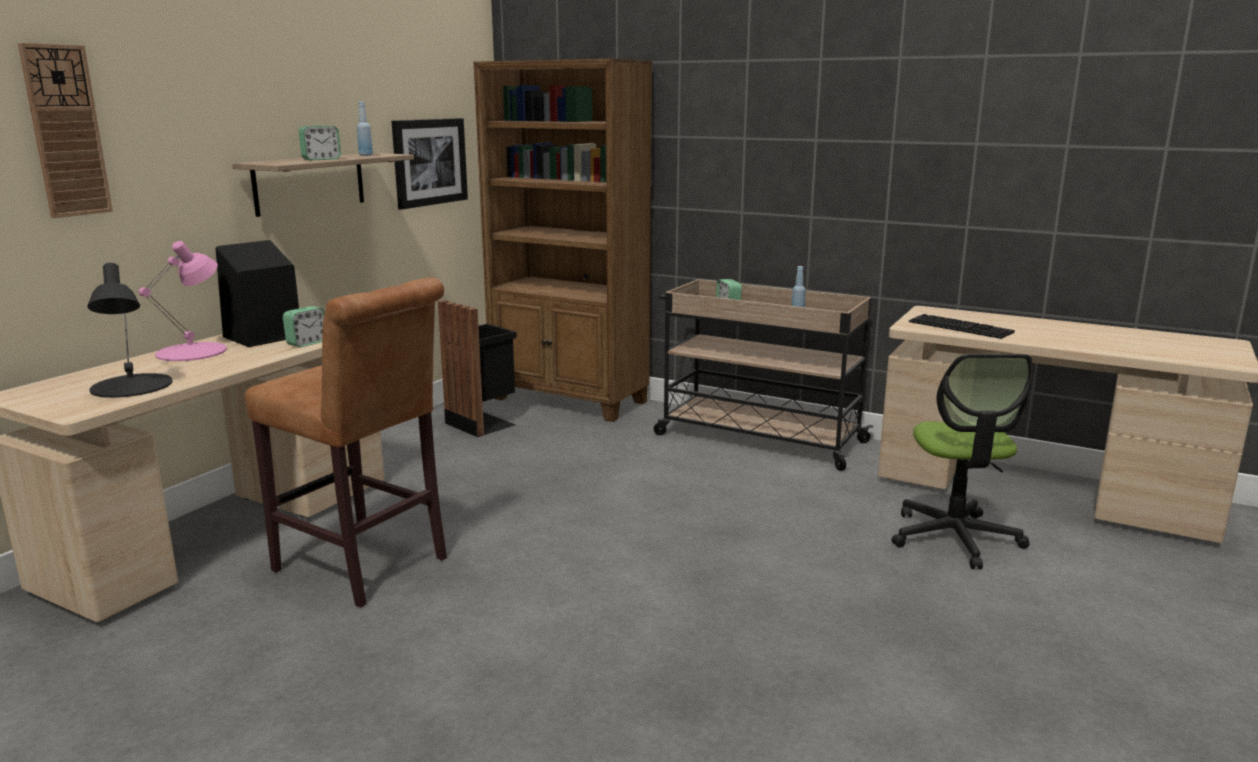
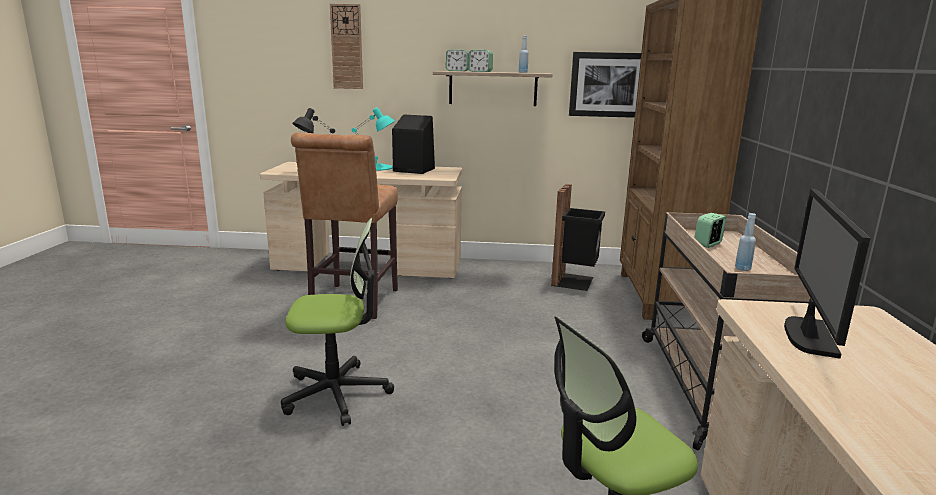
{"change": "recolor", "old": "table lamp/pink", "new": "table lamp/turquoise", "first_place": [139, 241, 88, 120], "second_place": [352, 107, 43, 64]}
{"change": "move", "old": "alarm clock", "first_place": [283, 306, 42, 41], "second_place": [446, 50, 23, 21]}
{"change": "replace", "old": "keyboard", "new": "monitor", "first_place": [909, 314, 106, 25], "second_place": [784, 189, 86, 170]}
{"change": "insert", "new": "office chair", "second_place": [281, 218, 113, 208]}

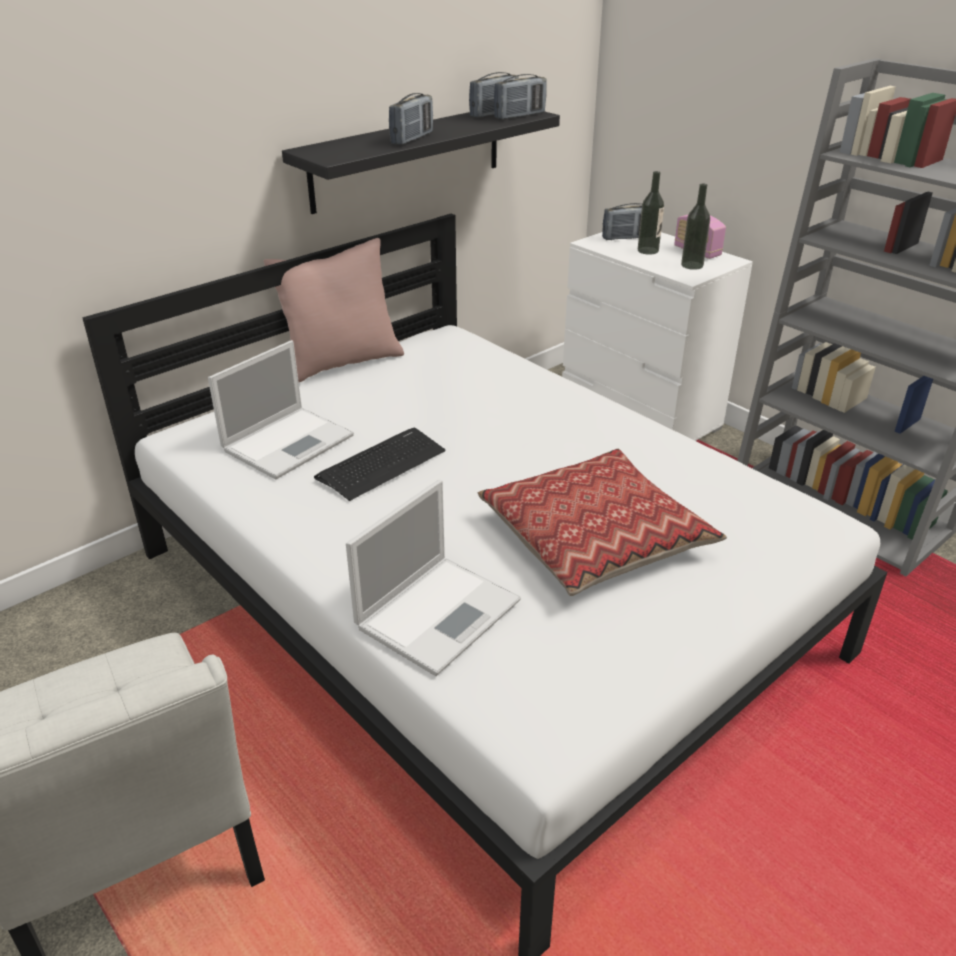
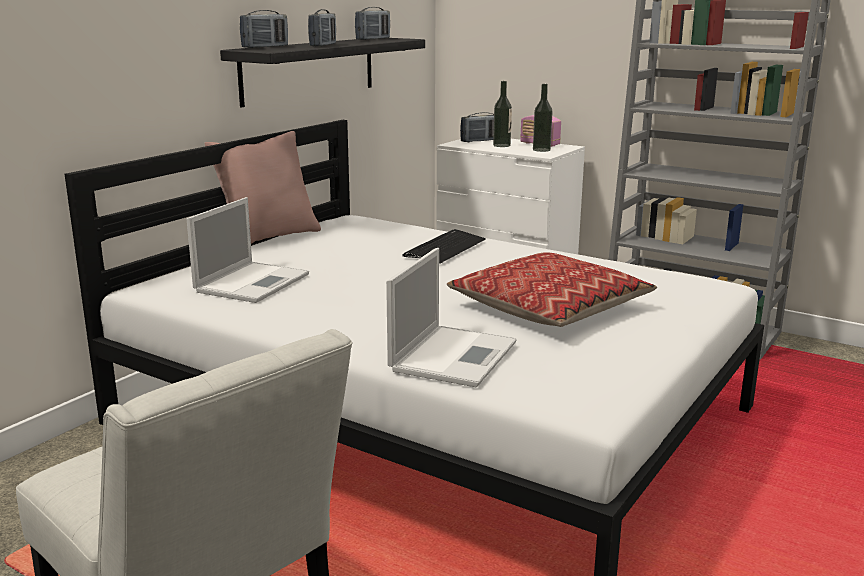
{"change": "move", "old": "keyboard", "first_place": [314, 427, 131, 74], "second_place": [402, 229, 84, 35]}
{"change": "move", "old": "radio", "first_place": [494, 74, 53, 45], "second_place": [240, 10, 48, 38]}

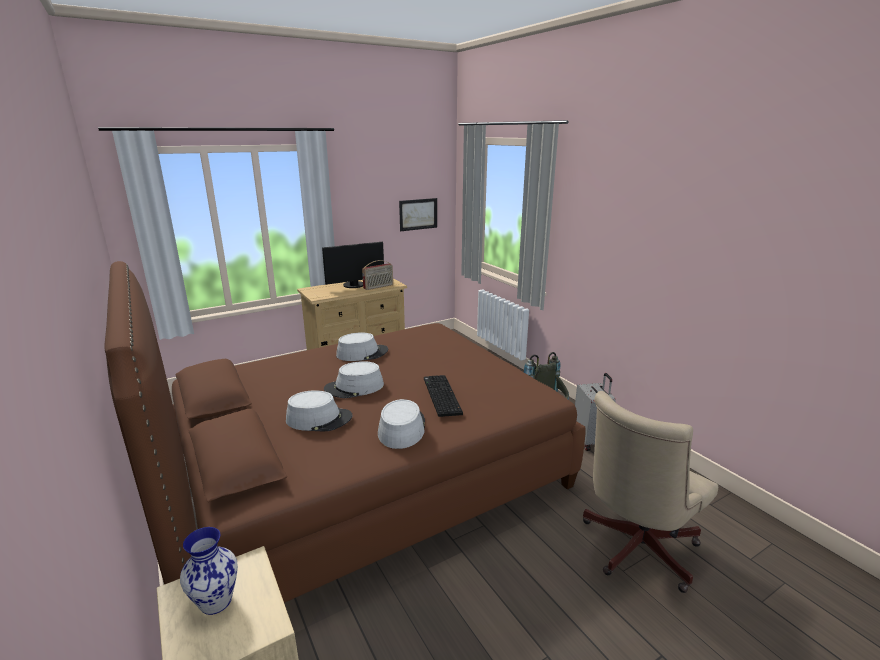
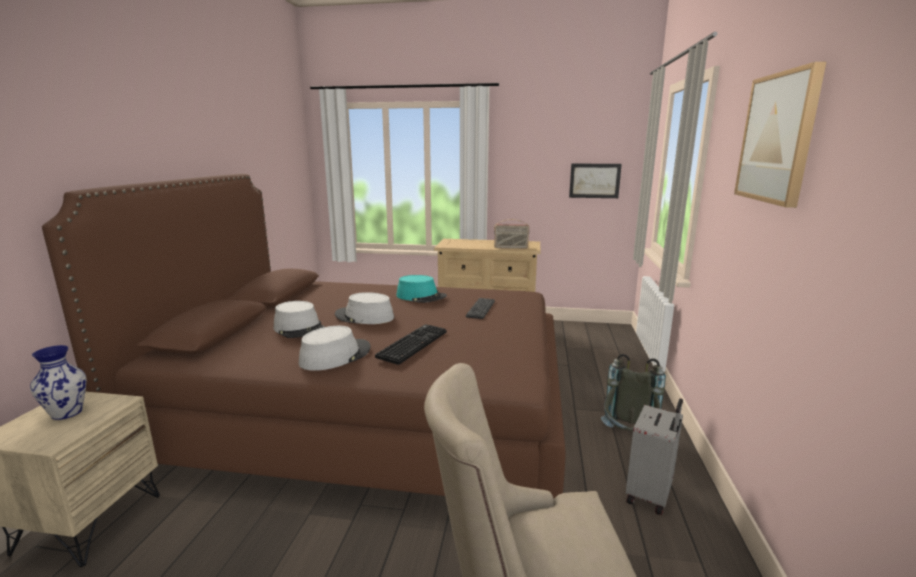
{"change": "delete", "old": "monitor", "first_place": [322, 242, 62, 46]}
{"change": "recolor", "old": "hat/grey", "new": "hat/turquoise", "first_place": [336, 332, 52, 29], "second_place": [396, 275, 51, 28]}
{"change": "insert", "new": "keyboard", "second_place": [466, 298, 29, 21]}
{"change": "insert", "new": "picture", "second_place": [734, 62, 92, 146]}

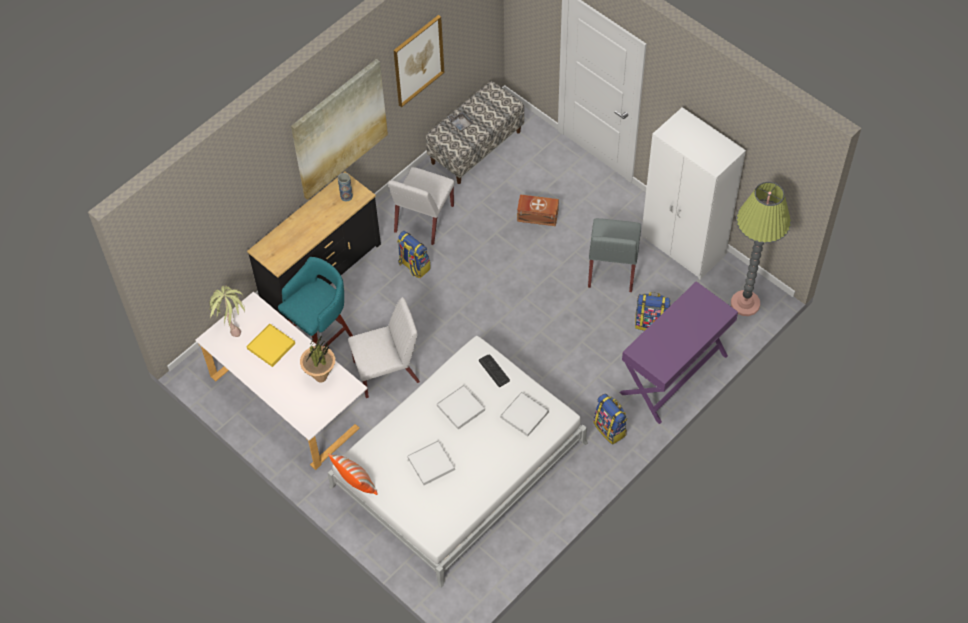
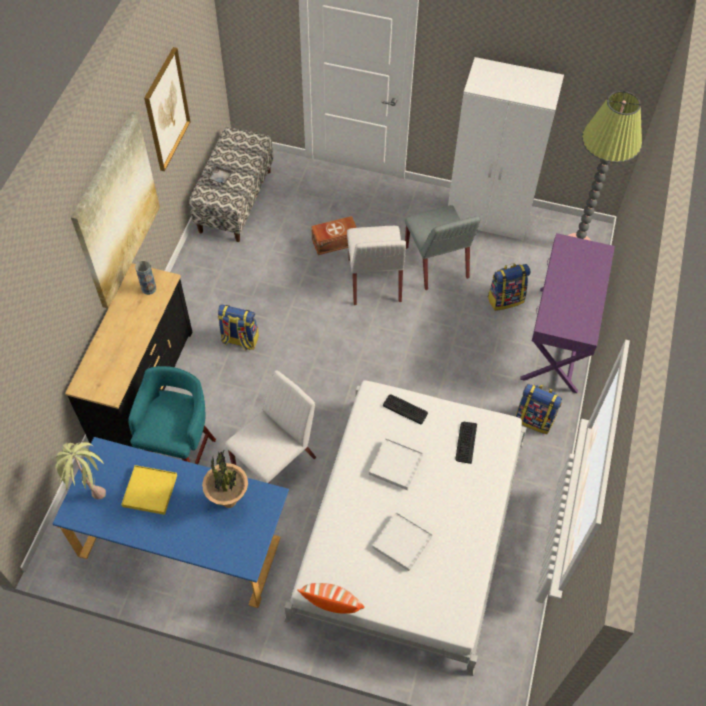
{"change": "recolor", "old": "desk/white", "new": "desk/blue", "first_place": [195, 292, 172, 178], "second_place": [52, 437, 237, 171]}
{"change": "move", "old": "chair/white", "first_place": [388, 167, 67, 78], "second_place": [347, 226, 59, 79]}
{"change": "replace", "old": "tray/white", "new": "keyboard", "first_place": [500, 391, 49, 46], "second_place": [455, 422, 22, 42]}

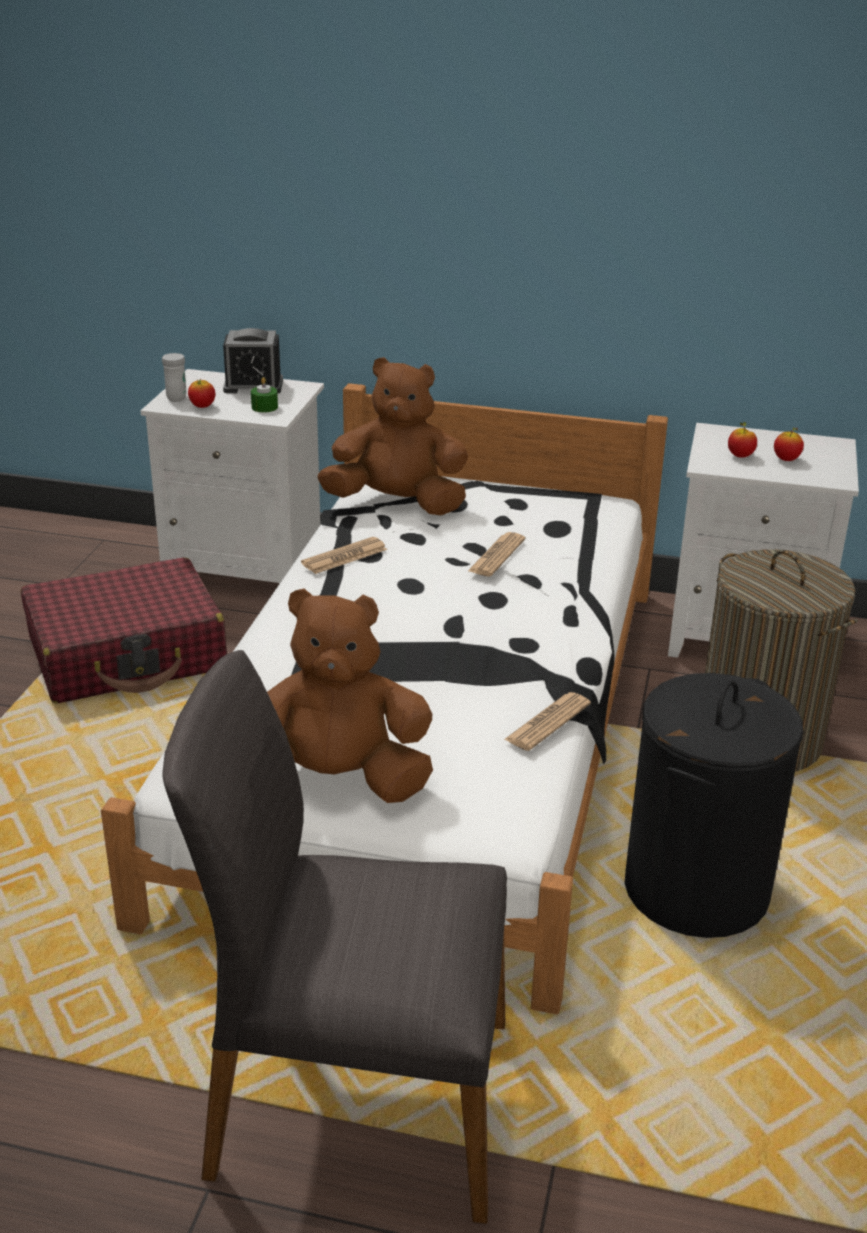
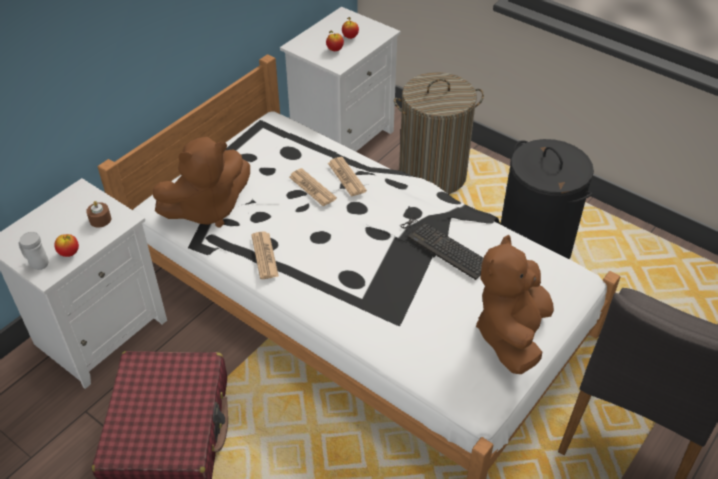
{"change": "delete", "old": "alarm clock", "first_place": [223, 328, 60, 66]}
{"change": "recolor", "old": "candle/green", "new": "candle/brown", "first_place": [251, 377, 27, 36], "second_place": [86, 201, 25, 27]}
{"change": "rotate", "old": "plush toy/brown", "first_place": [317, 357, 151, 158], "second_place": [153, 137, 97, 91], "degrees": -150}
{"change": "move", "old": "newspaper", "first_place": [504, 692, 87, 59], "second_place": [328, 157, 39, 40]}
{"change": "insert", "new": "keyboard", "second_place": [400, 206, 84, 74]}

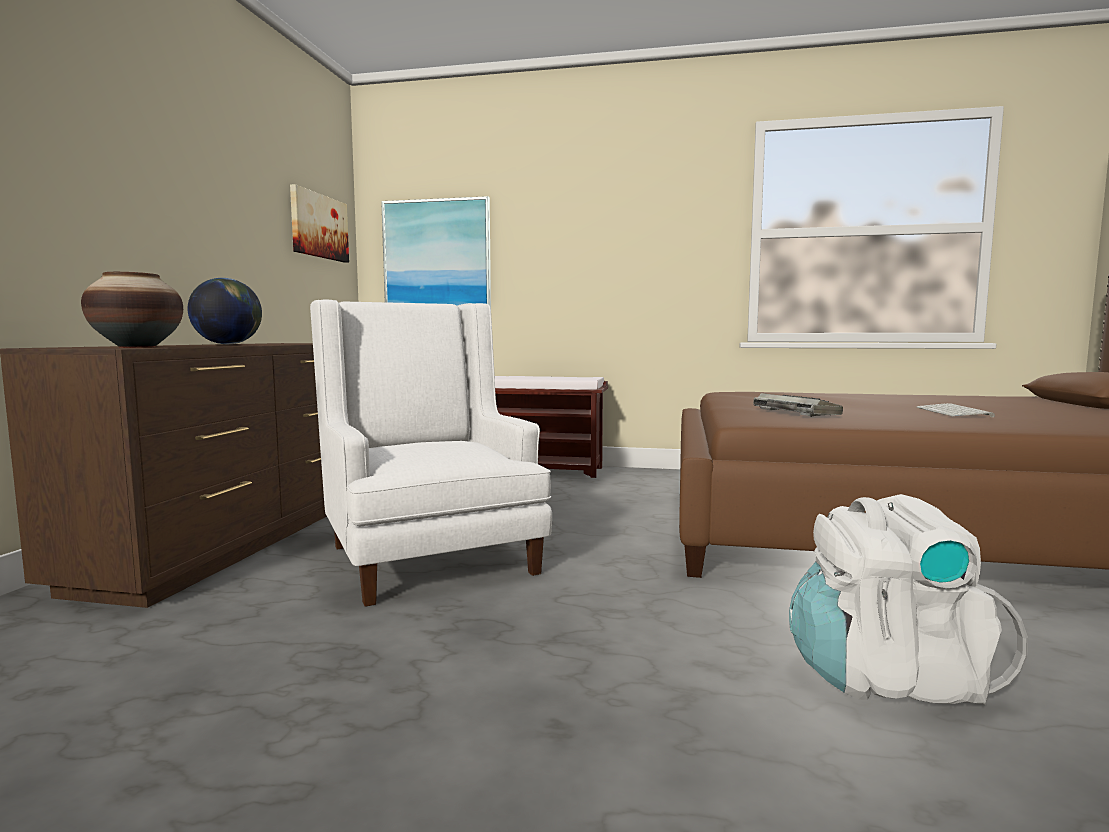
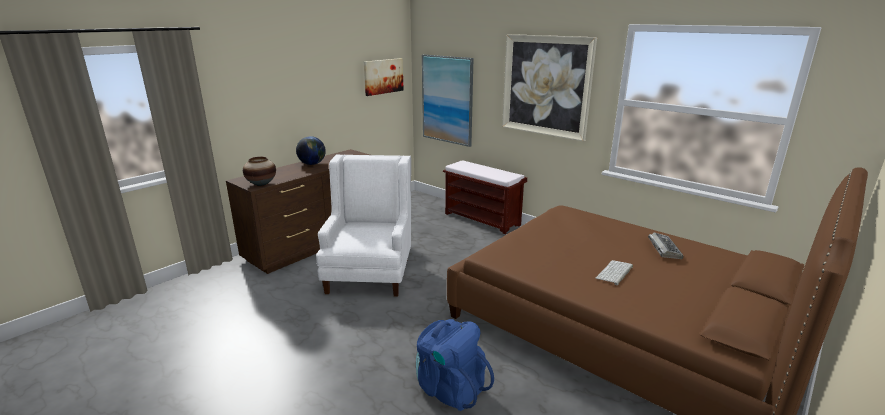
{"change": "move", "old": "keyboard", "first_place": [753, 393, 90, 24], "second_place": [648, 233, 36, 26]}
{"change": "recolor", "old": "backpack/white", "new": "backpack/blue", "first_place": [789, 494, 239, 211], "second_place": [416, 319, 78, 92]}
{"change": "insert", "new": "picture", "second_place": [502, 34, 95, 107]}

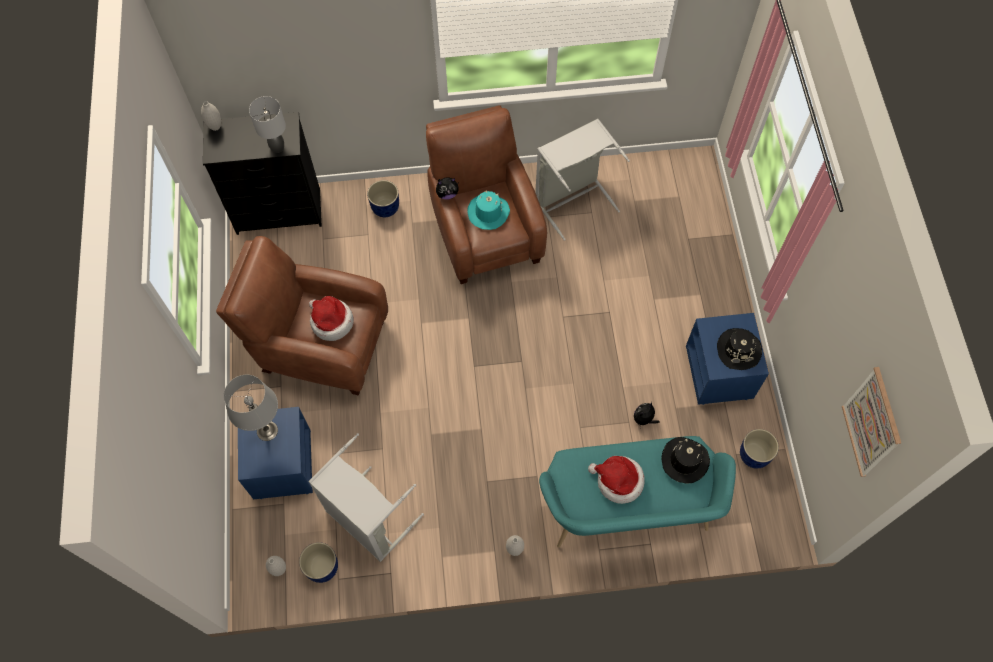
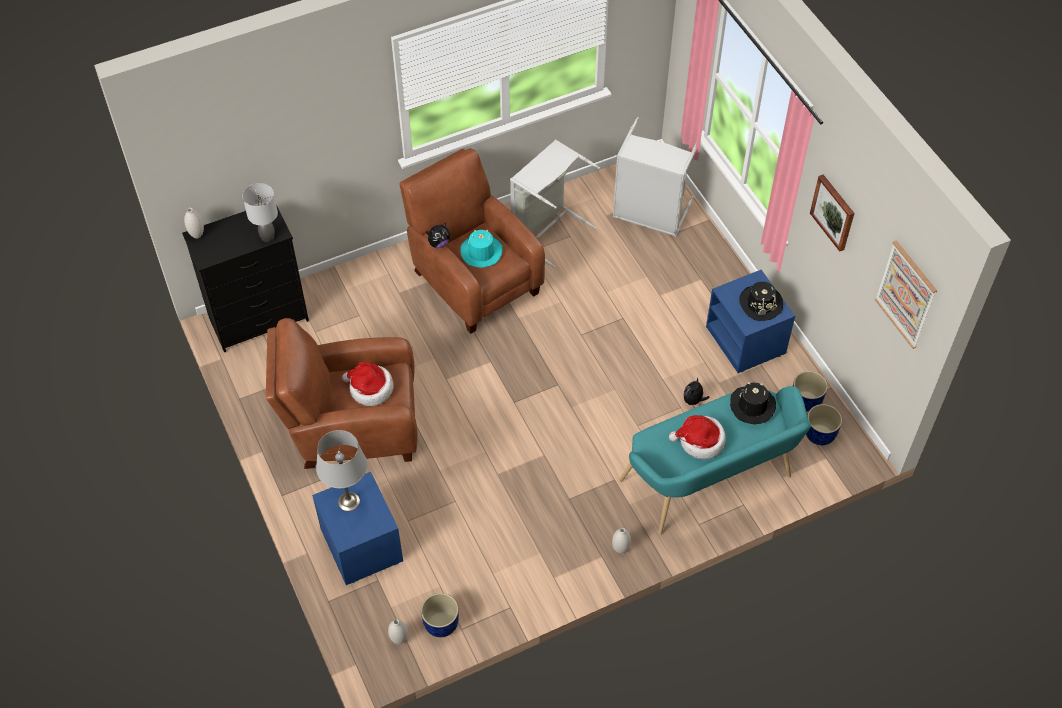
{"change": "move", "old": "laundry basket/grey", "first_place": [308, 433, 116, 129], "second_place": [613, 117, 84, 120]}
{"change": "move", "old": "planter/blue", "first_place": [367, 180, 32, 37], "second_place": [806, 404, 36, 41]}
{"change": "insert", "new": "picture", "second_place": [810, 175, 44, 77]}

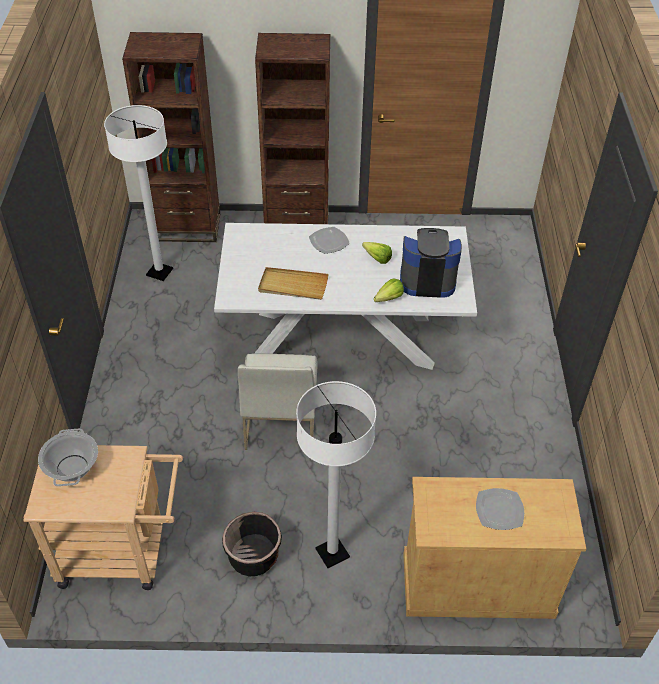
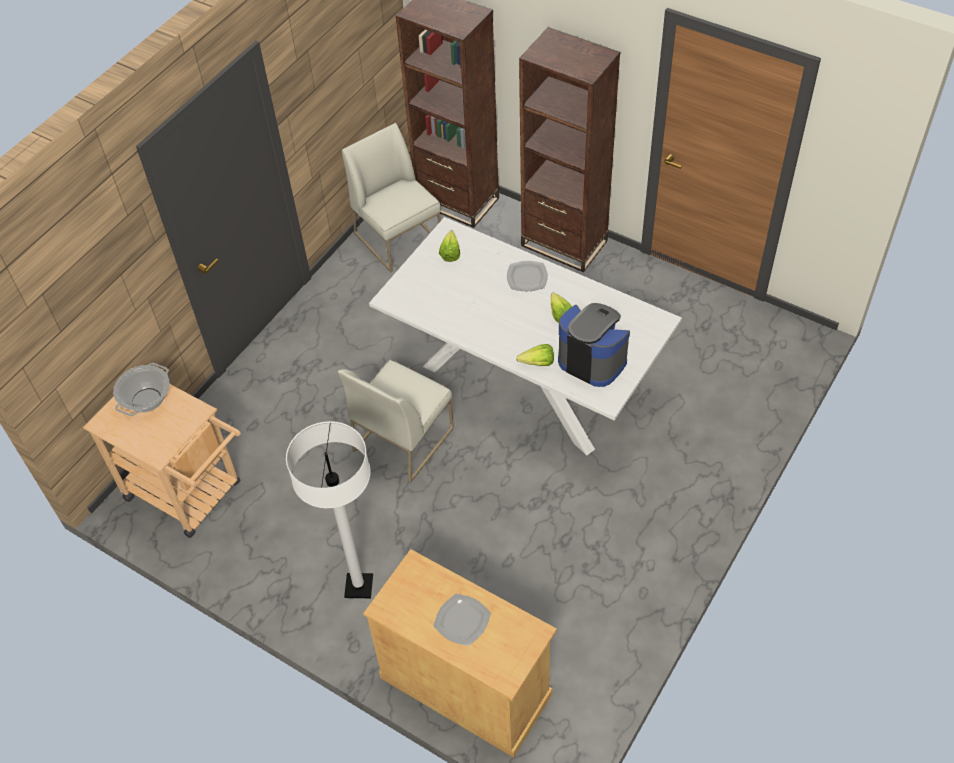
{"change": "replace", "old": "floor lamp/white", "new": "chair/white", "first_place": [104, 105, 69, 176], "second_place": [342, 123, 99, 149]}
{"change": "delete", "old": "planter/black", "first_place": [222, 512, 60, 64]}
{"change": "delete", "old": "tray/beige", "first_place": [258, 267, 70, 33]}
{"change": "insert", "new": "lettuce", "second_place": [439, 230, 21, 32]}

